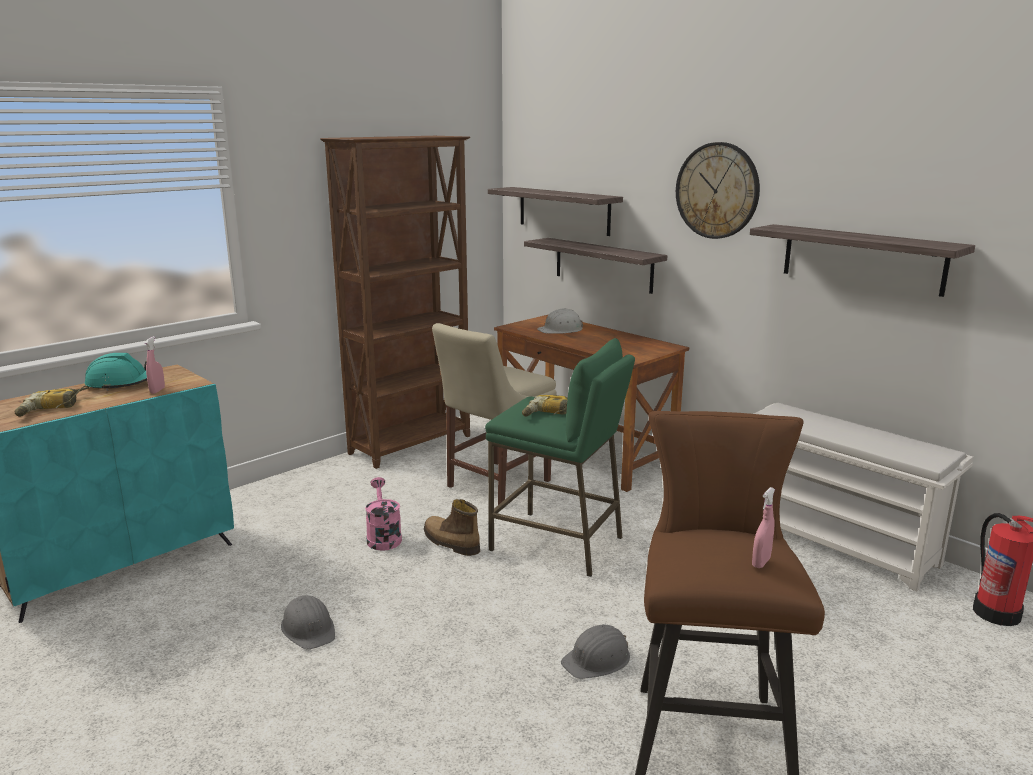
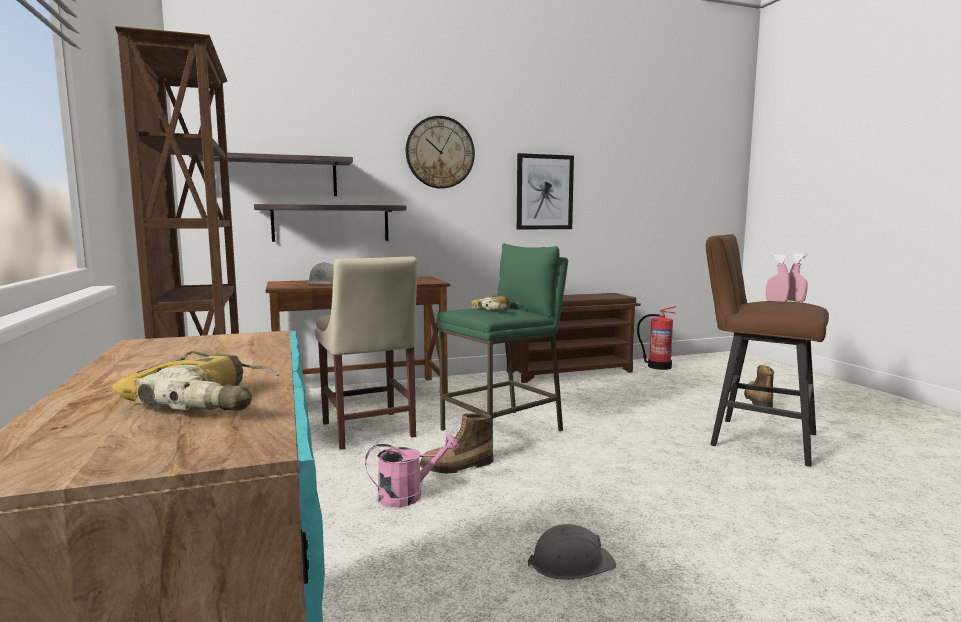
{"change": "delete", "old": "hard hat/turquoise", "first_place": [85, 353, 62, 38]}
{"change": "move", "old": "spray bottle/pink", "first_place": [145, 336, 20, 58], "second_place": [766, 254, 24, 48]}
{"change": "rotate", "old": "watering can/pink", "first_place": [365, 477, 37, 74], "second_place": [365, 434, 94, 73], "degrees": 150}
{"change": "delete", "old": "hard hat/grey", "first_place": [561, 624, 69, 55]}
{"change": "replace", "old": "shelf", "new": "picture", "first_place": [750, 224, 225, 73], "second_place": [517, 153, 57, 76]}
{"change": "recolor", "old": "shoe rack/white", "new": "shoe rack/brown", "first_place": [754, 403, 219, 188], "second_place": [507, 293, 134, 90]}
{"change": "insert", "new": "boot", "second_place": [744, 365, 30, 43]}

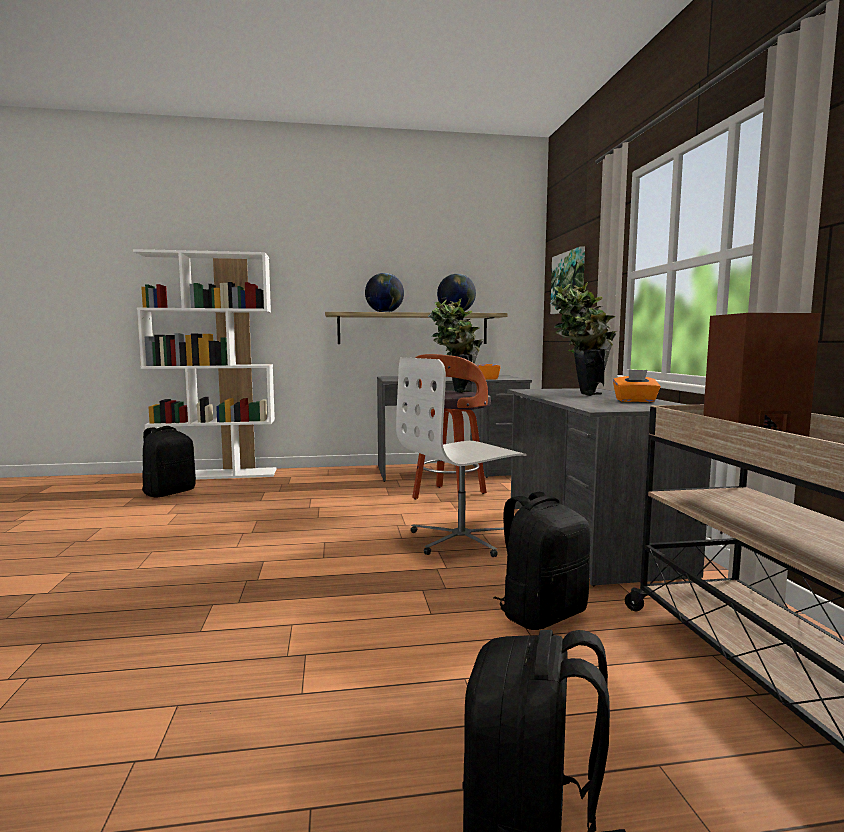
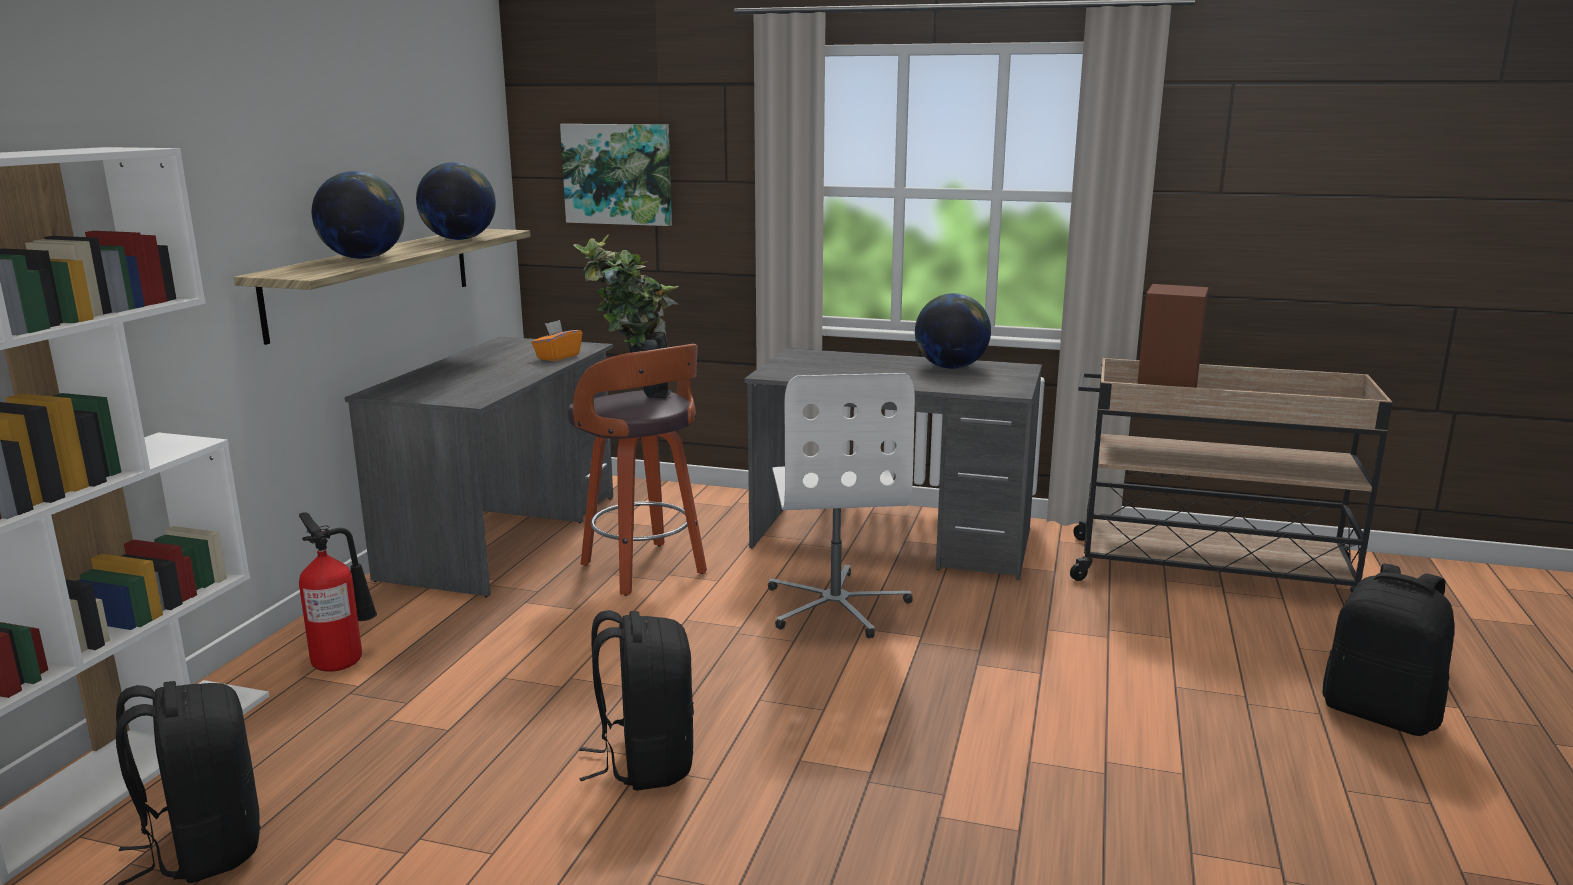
{"change": "move", "old": "backpack/black", "first_place": [493, 492, 97, 138], "second_place": [579, 610, 115, 181]}
{"change": "delete", "old": "potted plant", "first_place": [550, 282, 67, 114]}
{"change": "replace", "old": "tissue box/orange", "new": "globe", "first_place": [613, 369, 48, 33], "second_place": [915, 293, 76, 76]}
{"change": "insert", "new": "fire extinguisher", "second_place": [299, 512, 78, 160]}

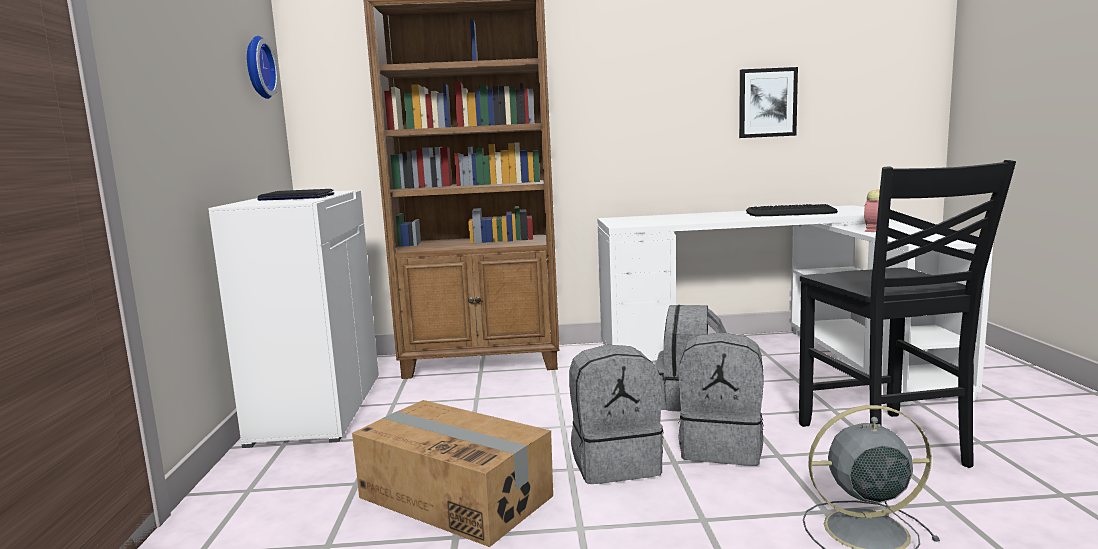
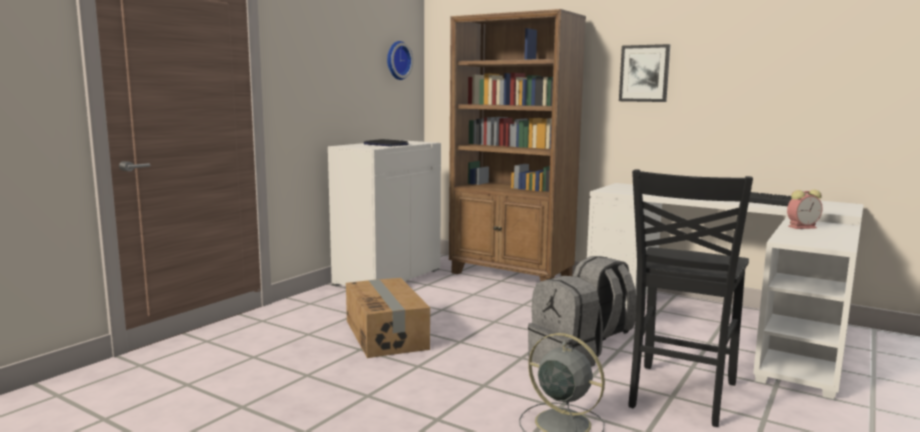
{"change": "delete", "old": "backpack/grey", "first_place": [569, 345, 95, 139]}
{"change": "move", "old": "picture", "first_place": [739, 67, 59, 71], "second_place": [619, 44, 51, 58]}

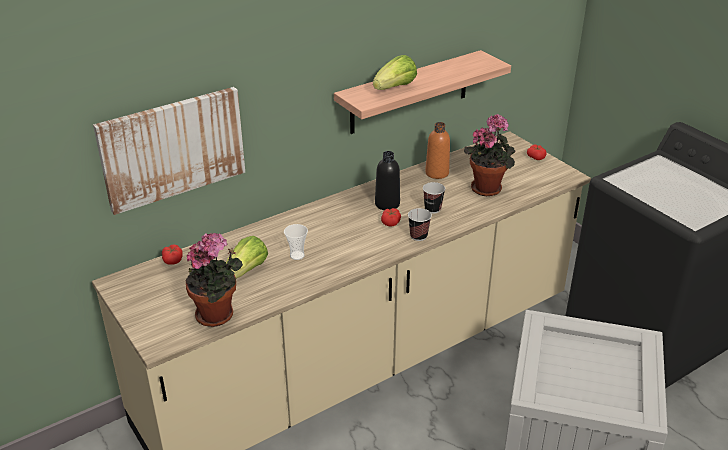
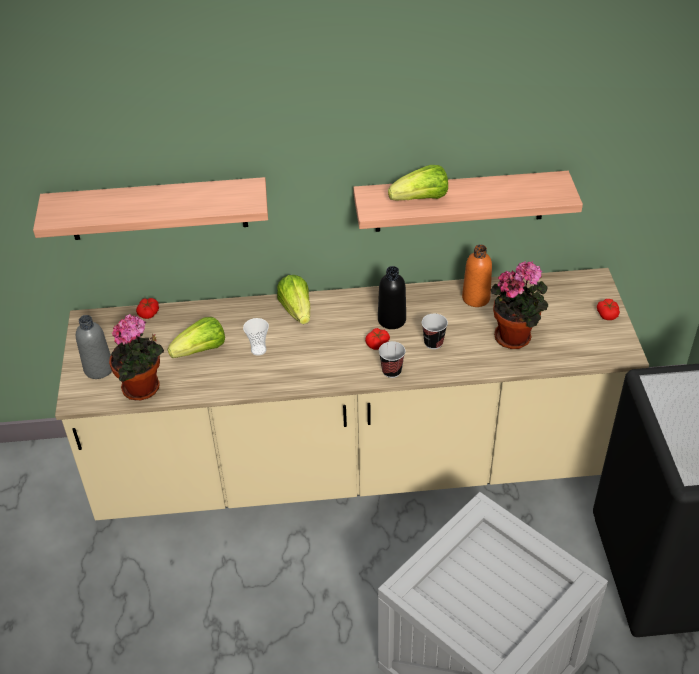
{"change": "replace", "old": "picture", "new": "shelf", "first_place": [93, 87, 152, 128], "second_place": [33, 177, 235, 63]}
{"change": "insert", "new": "bottle/grey", "second_place": [76, 315, 36, 64]}
{"change": "insert", "new": "lettuce", "second_place": [277, 275, 33, 49]}

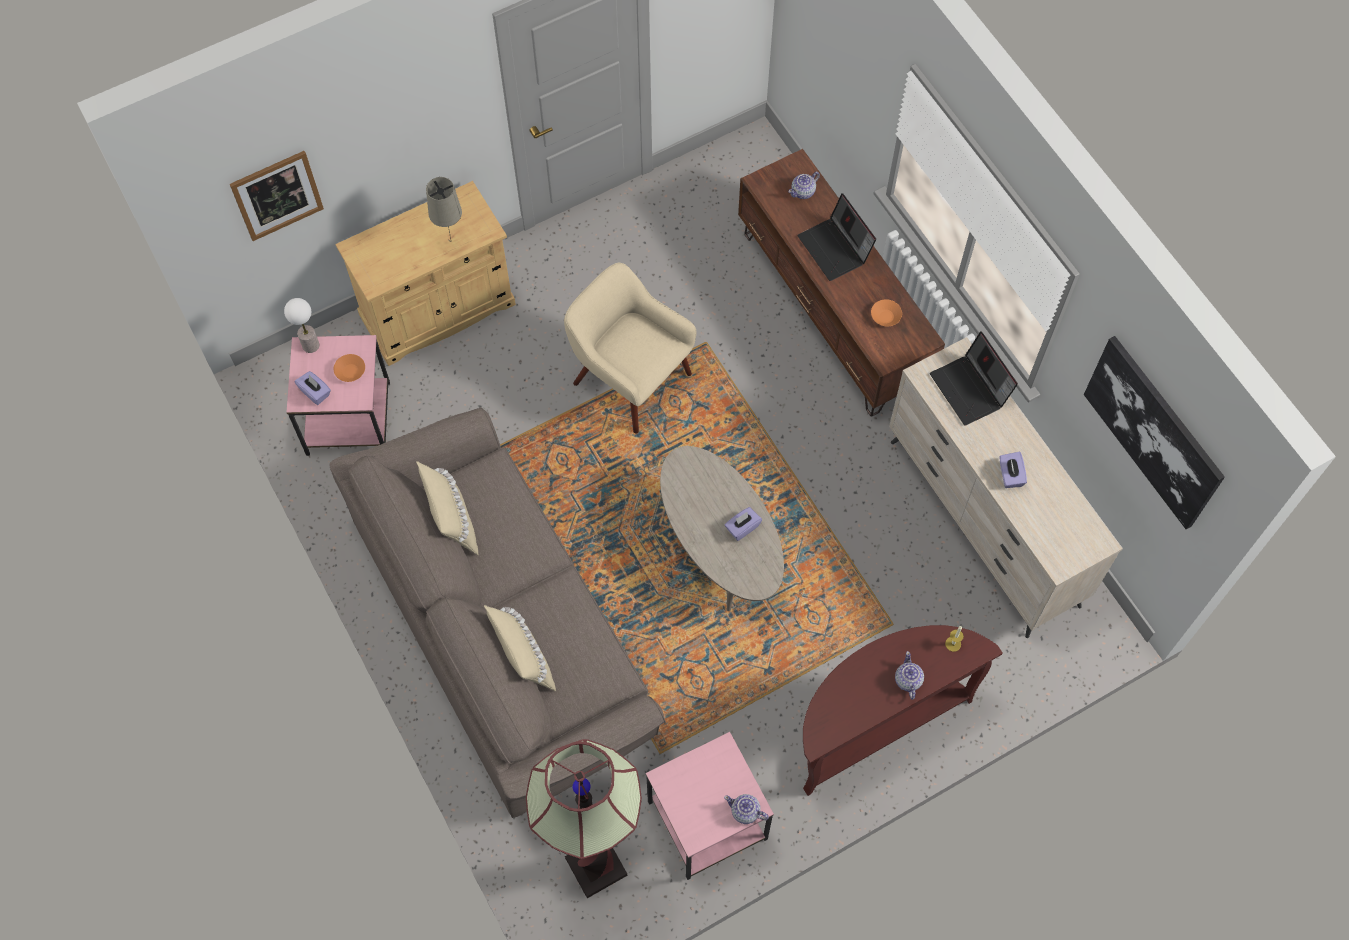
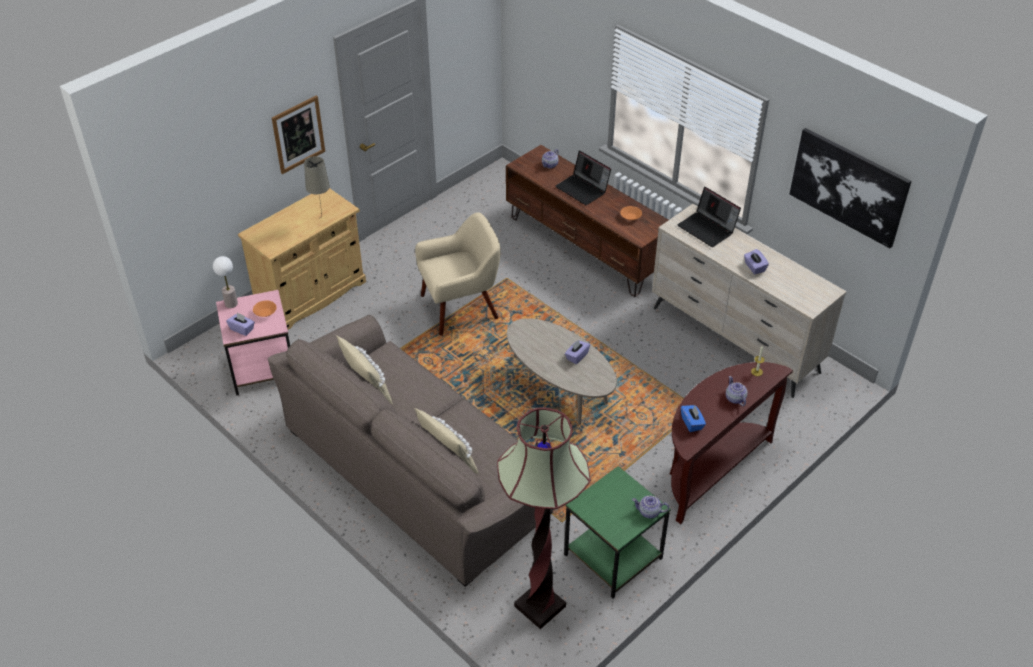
{"change": "move", "old": "picture", "first_place": [230, 151, 94, 90], "second_place": [272, 96, 53, 78]}
{"change": "rotate", "old": "armchair/beige", "first_place": [564, 263, 132, 171], "second_place": [415, 212, 85, 123], "degrees": 135}
{"change": "recolor", "old": "side table/pink", "new": "side table/green", "first_place": [646, 732, 128, 148], "second_place": [564, 466, 107, 133]}
{"change": "insert", "new": "tissue box/blue", "second_place": [681, 405, 25, 27]}

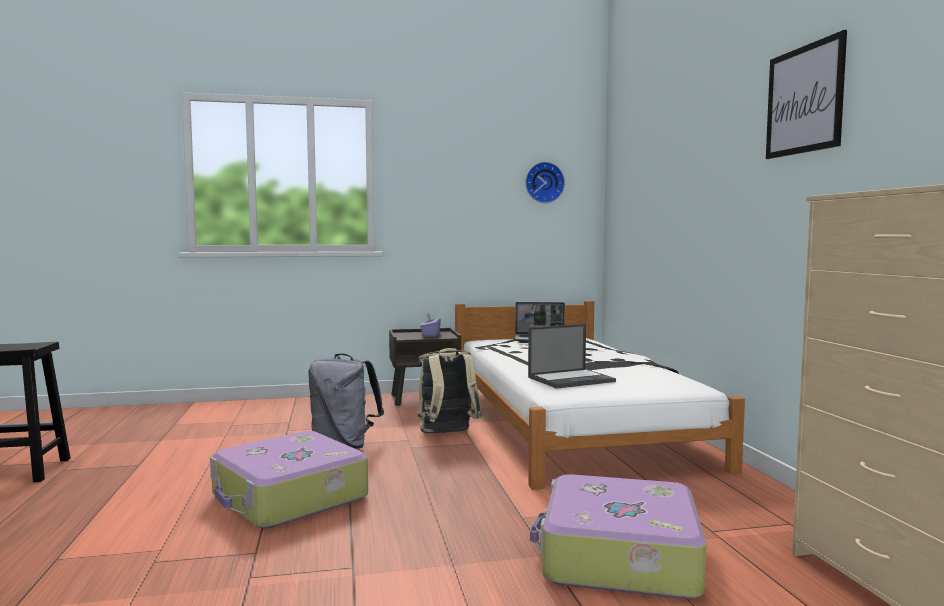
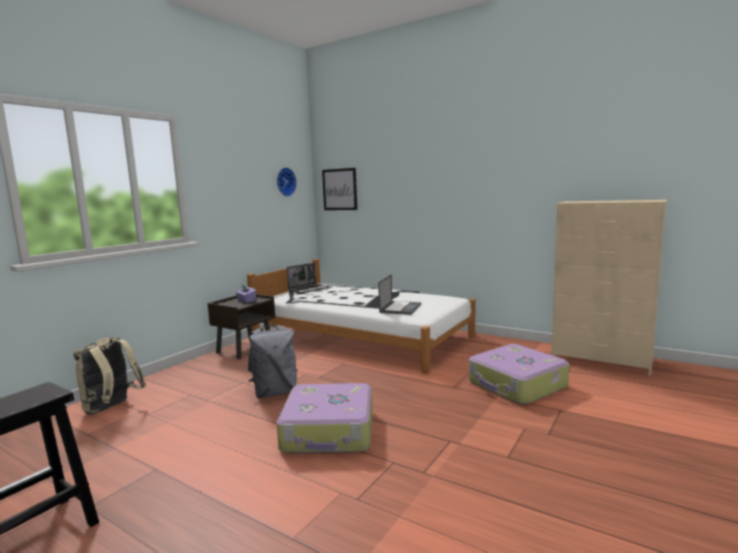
{"change": "move", "old": "backpack/beige", "first_place": [418, 348, 65, 86], "second_place": [73, 337, 73, 77]}
{"change": "move", "old": "picture", "first_place": [766, 30, 81, 129], "second_place": [322, 168, 35, 42]}

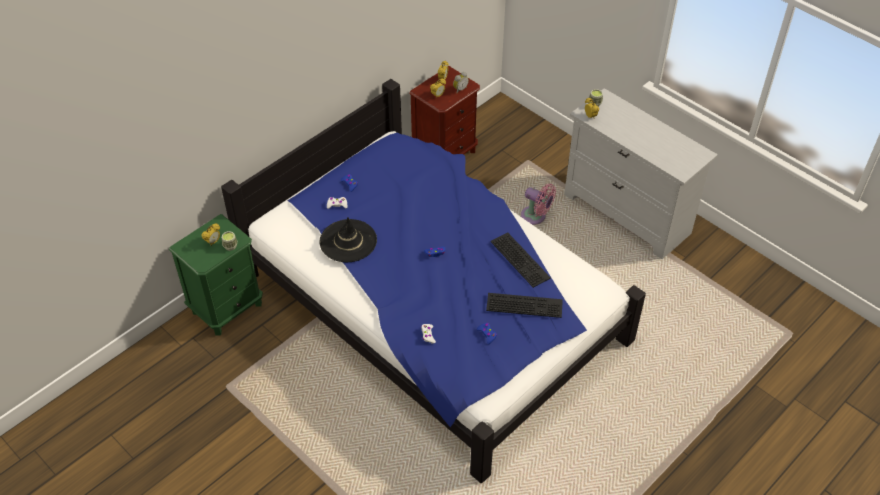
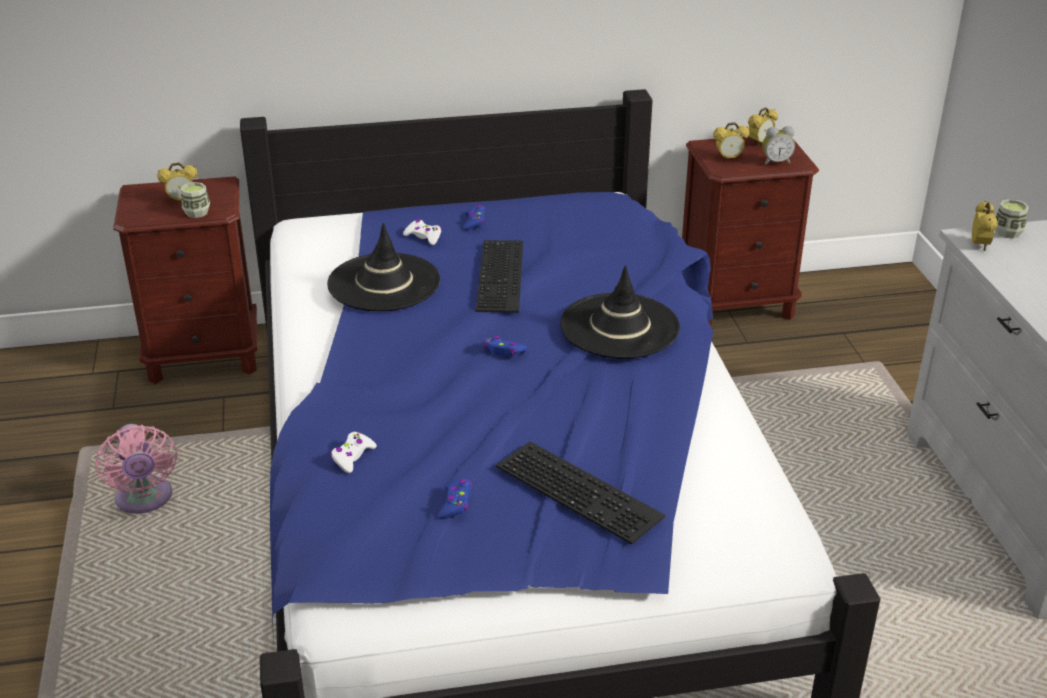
{"change": "recolor", "old": "nightstand/green", "new": "nightstand/brown", "first_place": [169, 214, 94, 121], "second_place": [113, 176, 144, 208]}
{"change": "move", "old": "keyboard", "first_place": [491, 232, 60, 56], "second_place": [476, 240, 47, 73]}
{"change": "move", "old": "fan/pink", "first_place": [521, 184, 35, 41], "second_place": [95, 424, 82, 90]}
{"change": "insert", "new": "hat/black", "second_place": [560, 265, 120, 94]}

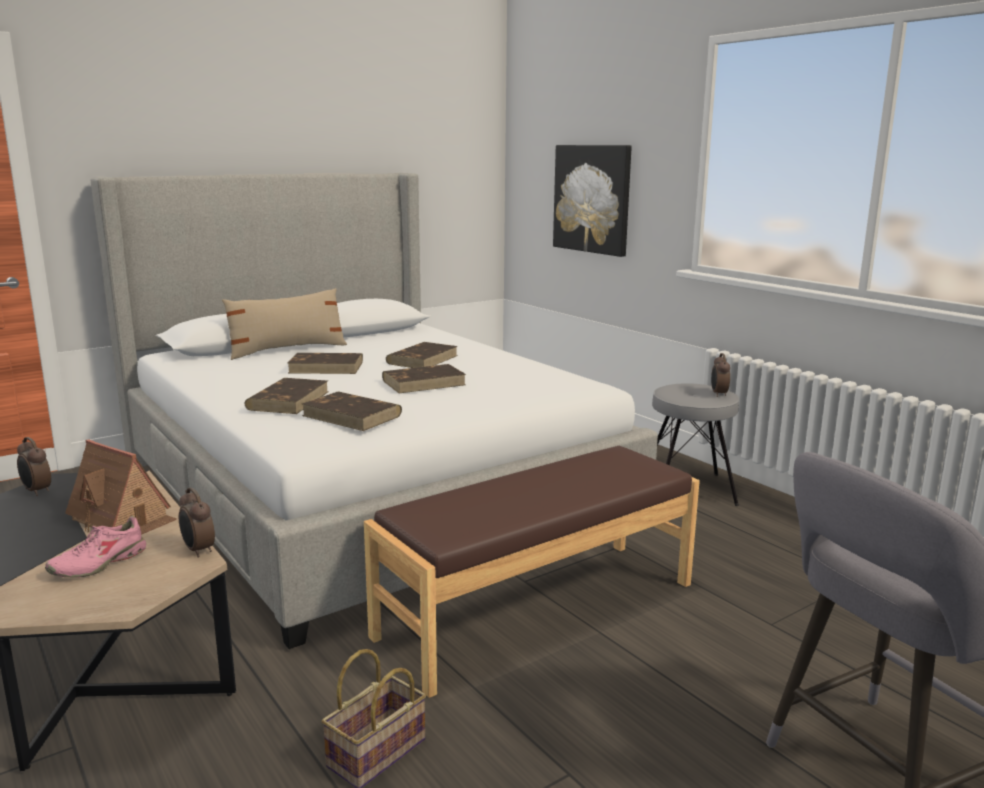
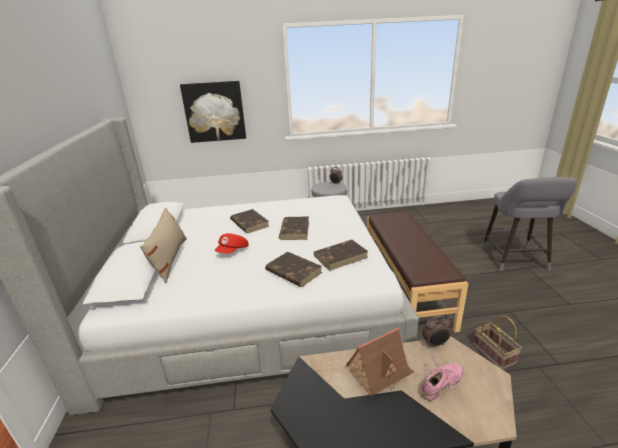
{"change": "delete", "old": "alarm clock", "first_place": [17, 437, 34, 59]}
{"change": "rotate", "old": "shoe/pink", "first_place": [45, 516, 101, 62], "second_place": [420, 357, 43, 44], "degrees": -105}
{"change": "replace", "old": "book/brown", "new": "cap/red", "first_place": [287, 353, 76, 21], "second_place": [215, 233, 34, 21]}

